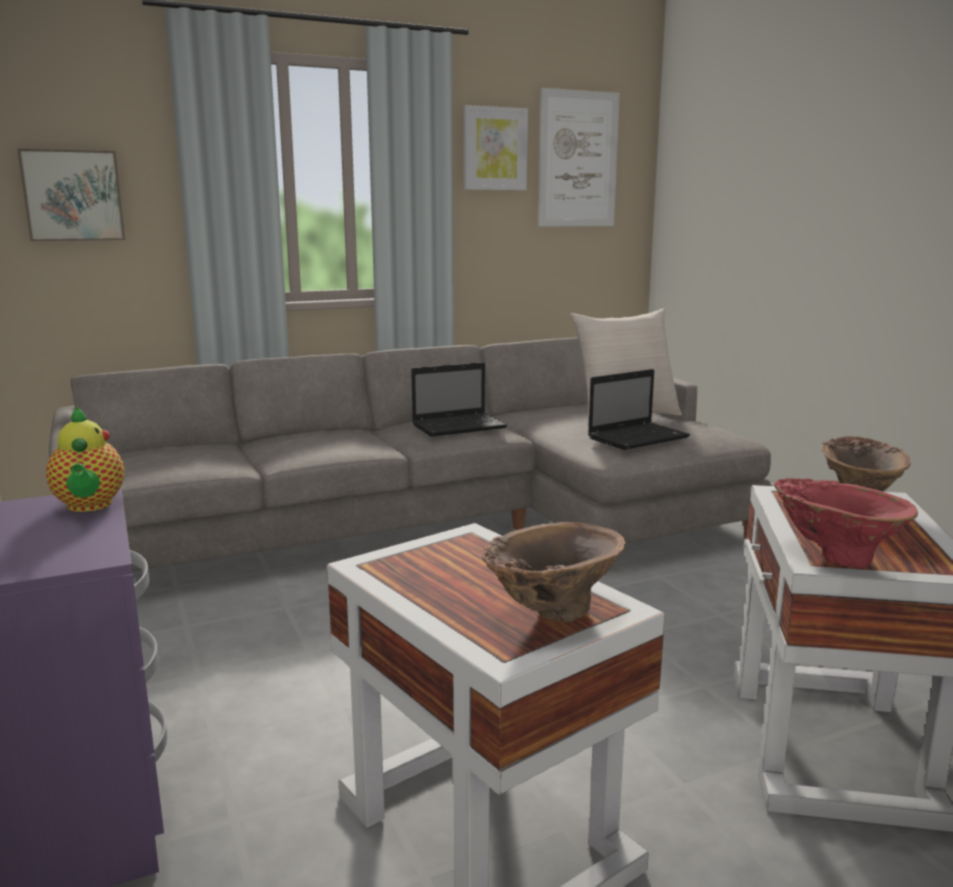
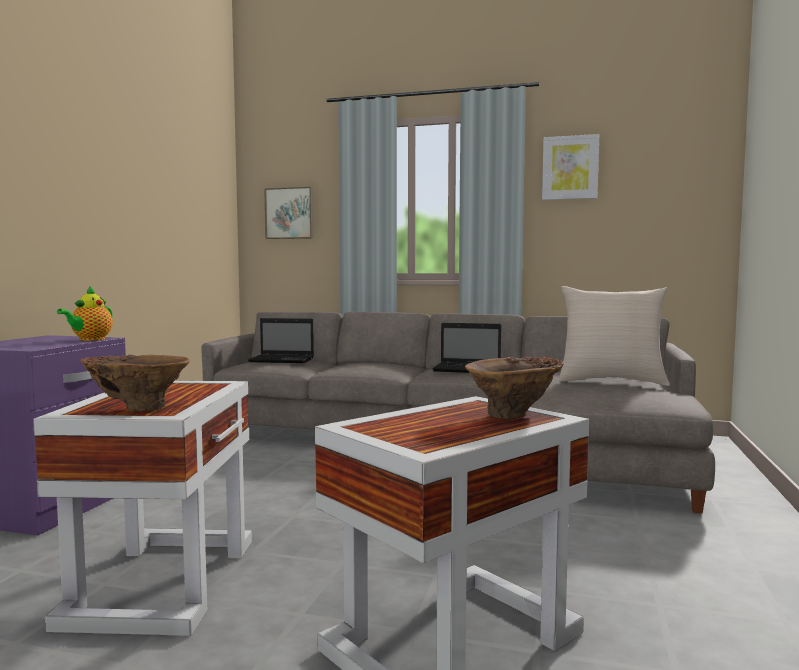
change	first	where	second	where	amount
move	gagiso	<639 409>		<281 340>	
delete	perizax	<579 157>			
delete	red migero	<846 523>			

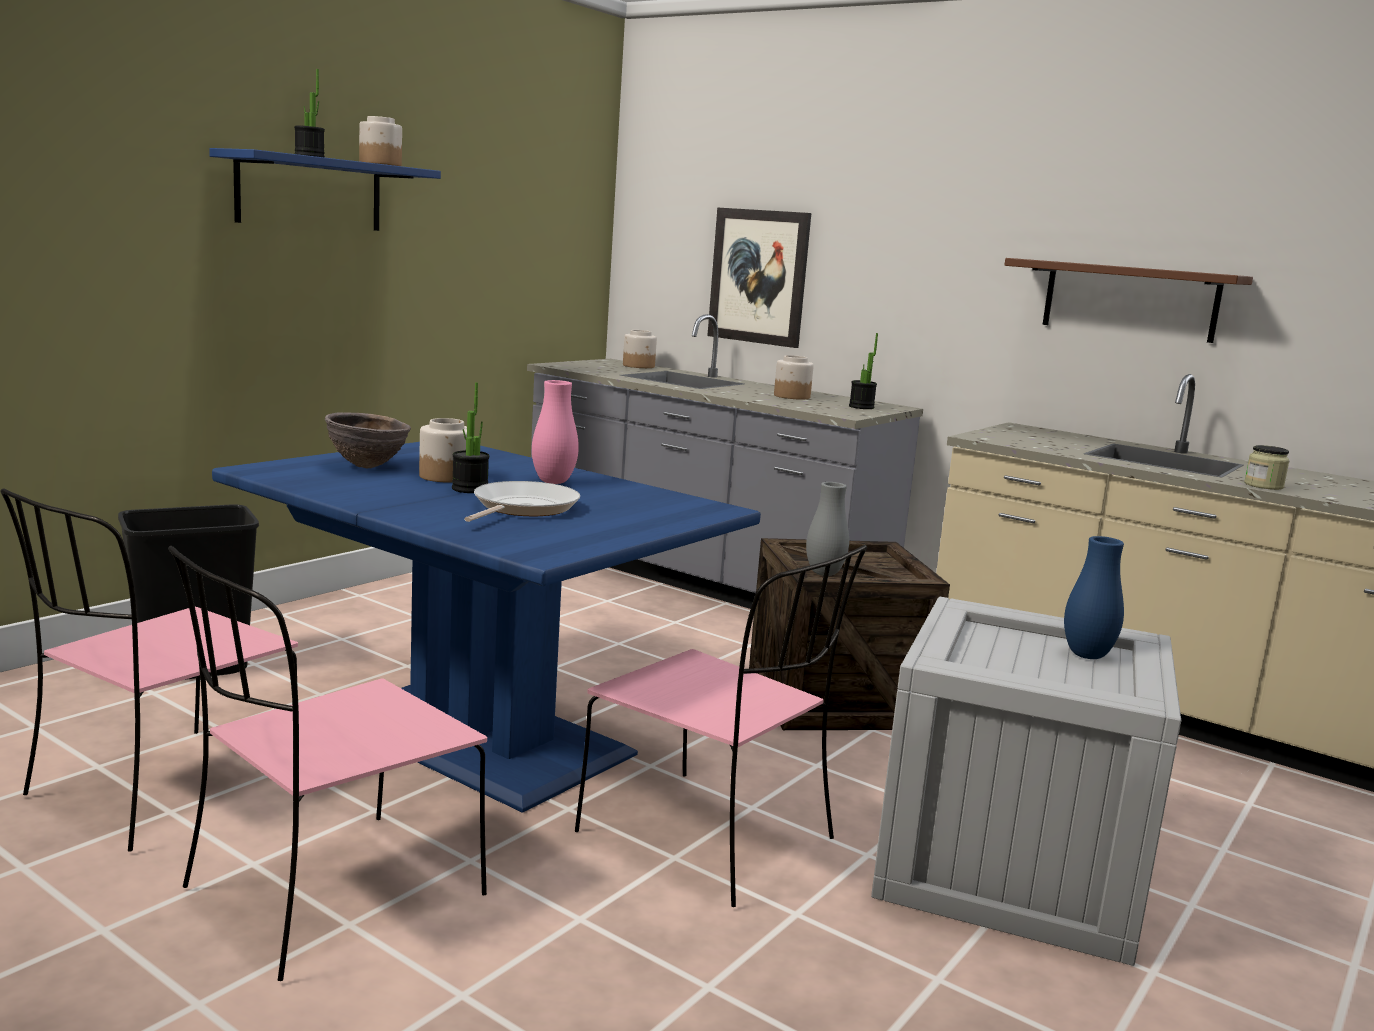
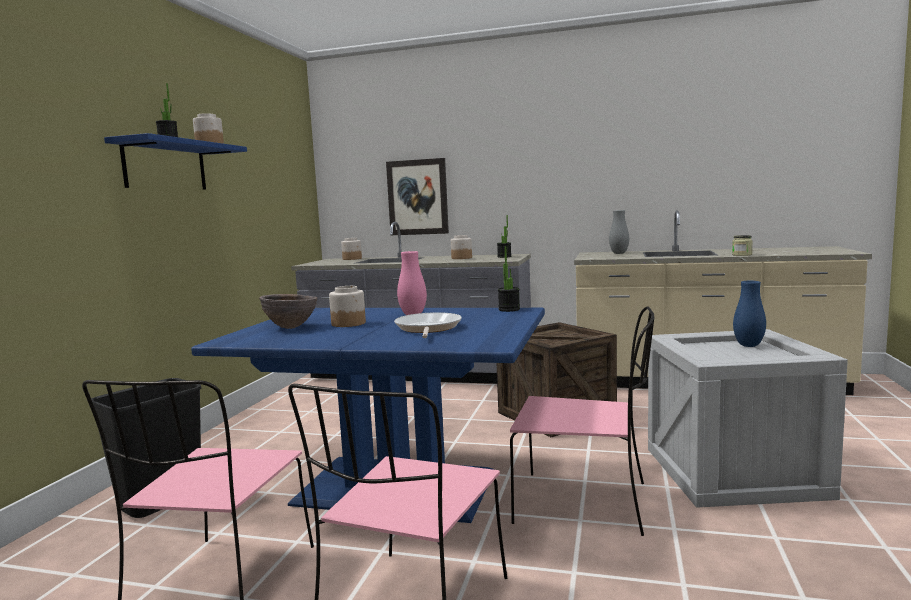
change	first	where	second	where	amount
move	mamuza	<470 437>		<509 279>	
move	grey migero	<827 529>		<619 232>	
delete	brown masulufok	<1128 300>			

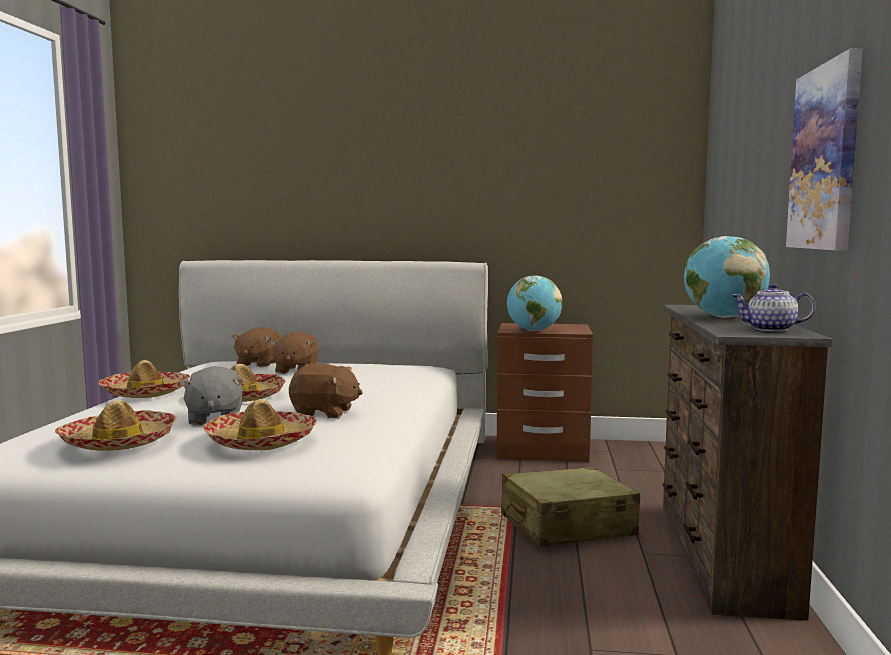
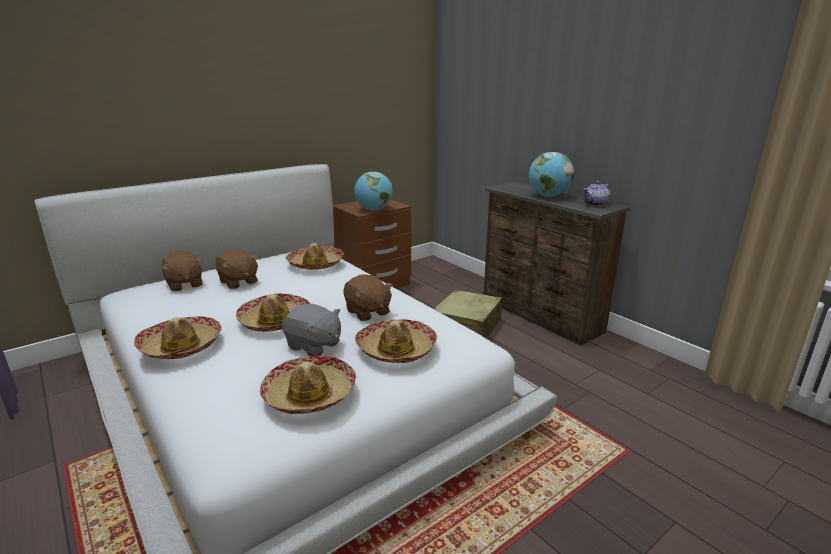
change	first	where	second	where	amount
insert			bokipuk	<314 256>	
rotate	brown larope	<326 391>		<368 297>	90 degrees clockwise
delete	perizax	<824 149>			

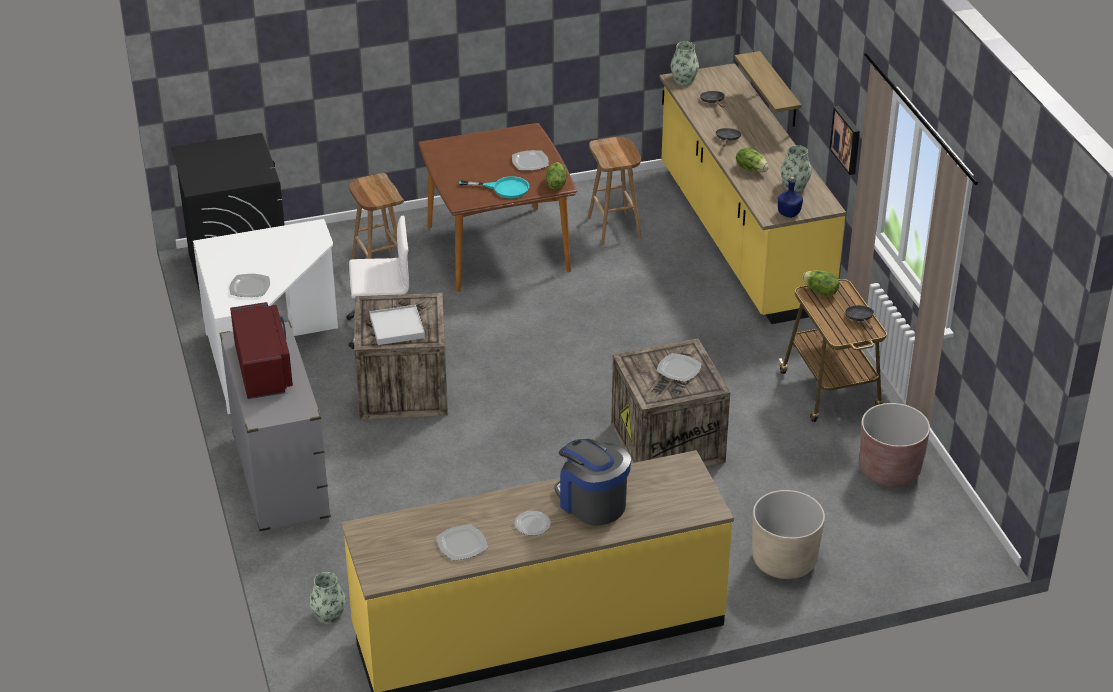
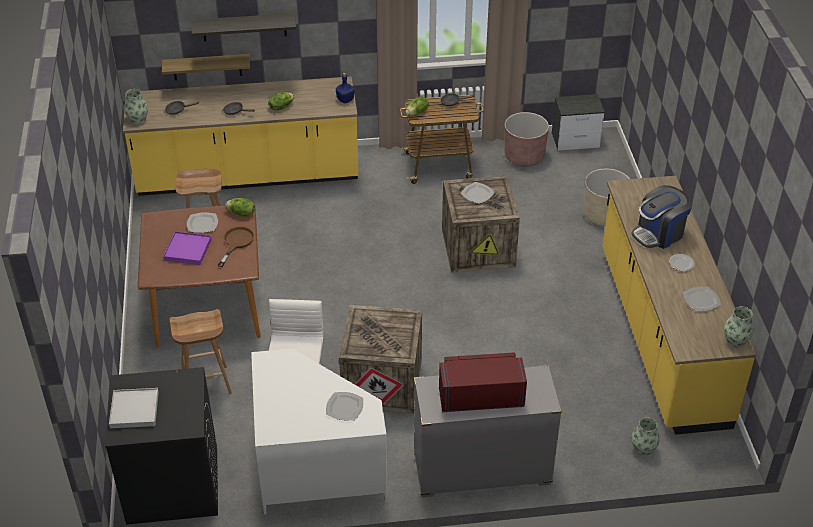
change	first	where	second	where	amount
move	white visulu	<397 325>		<134 408>	
insert			purple visulu	<187 248>	
insert			masulufok	<244 27>	
recolor	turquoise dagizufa	<494 187>	brown dagizufa	<236 246>	
insert			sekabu	<578 122>	
move	migero	<796 168>		<739 327>	
delete	perizax	<844 140>			

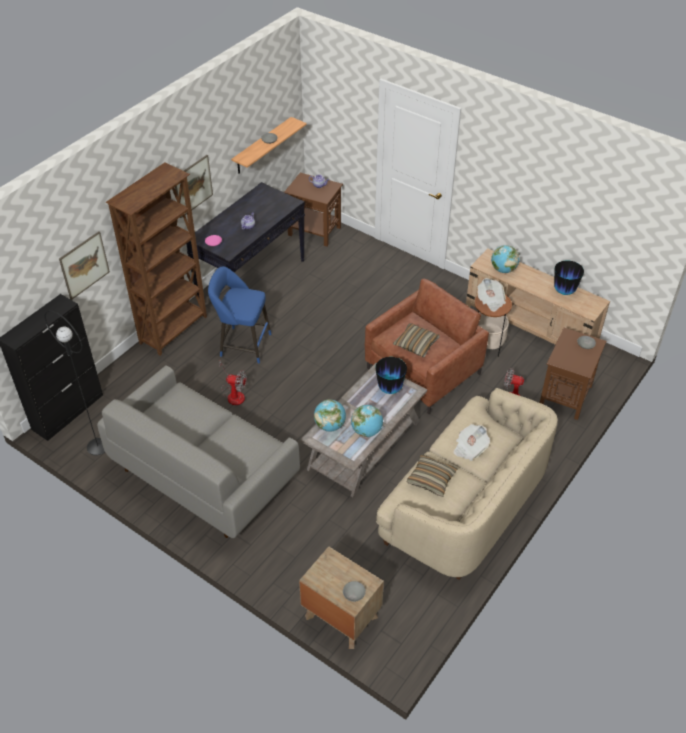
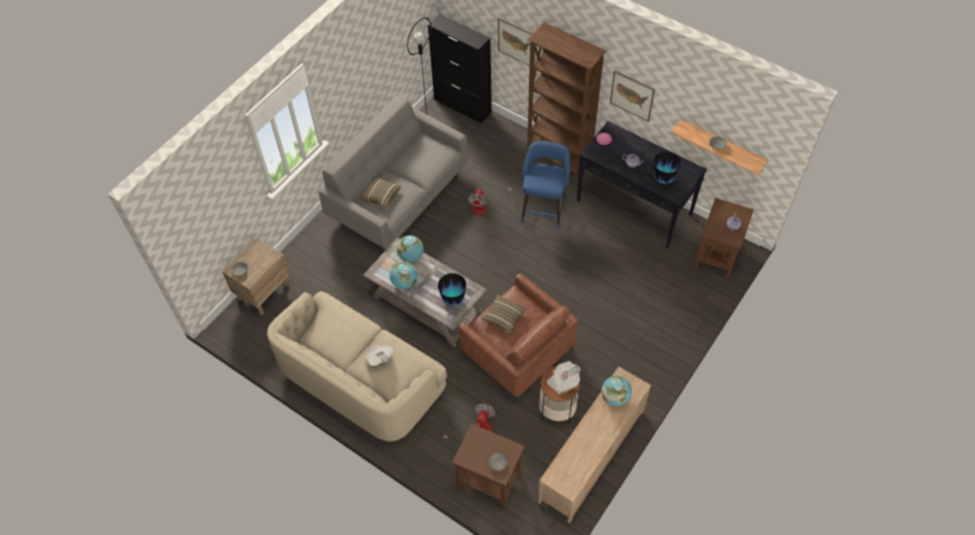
change	first	where	second	where	amount
move	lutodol	<432 475>		<380 193>	
move	migero	<569 277>		<667 167>	

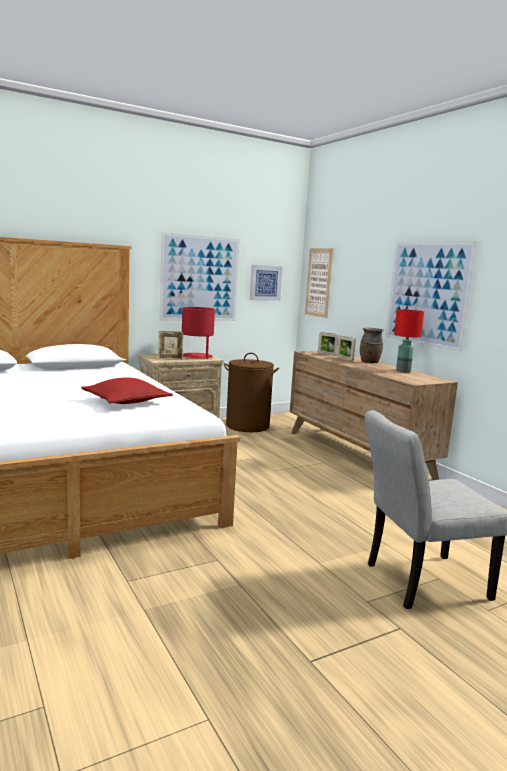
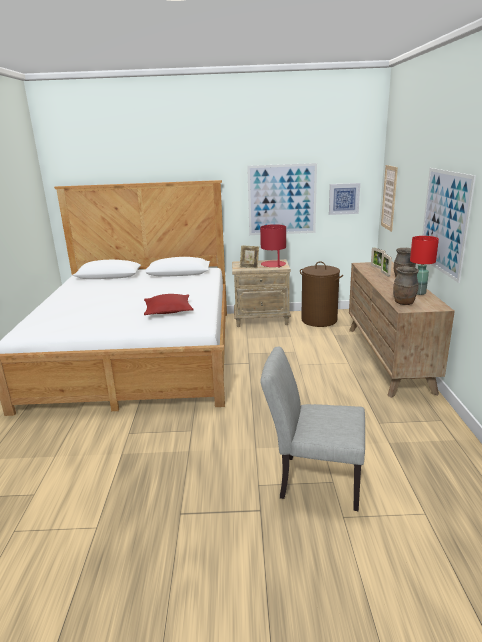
change	first	where	second	where	amount
insert			brown migero	<406 285>	

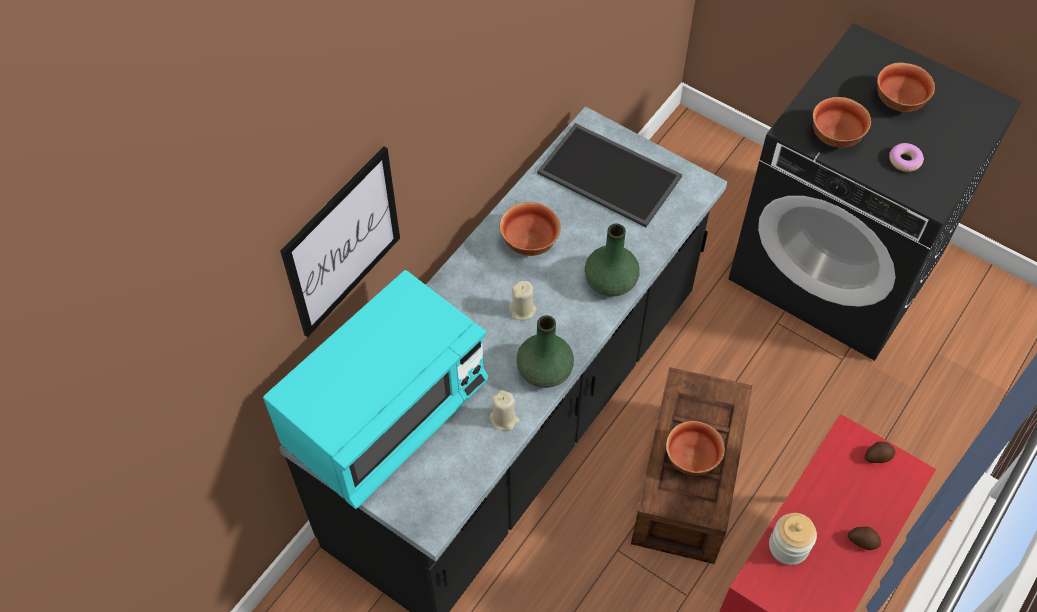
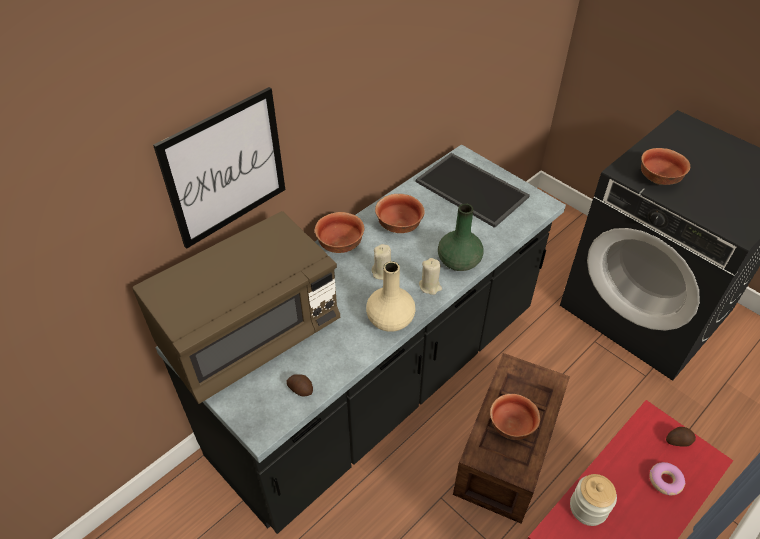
change	first	where	second	where	amount
recolor	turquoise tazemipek	<375 389>	brown tazemipek	<236 307>	
move	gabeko	<864 538>		<299 385>	
move	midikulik	<906 87>		<339 232>	
recolor	green migero	<545 351>	beige migero	<390 296>	
move	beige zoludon	<505 410>		<430 276>	
move	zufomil	<906 157>		<668 478>	

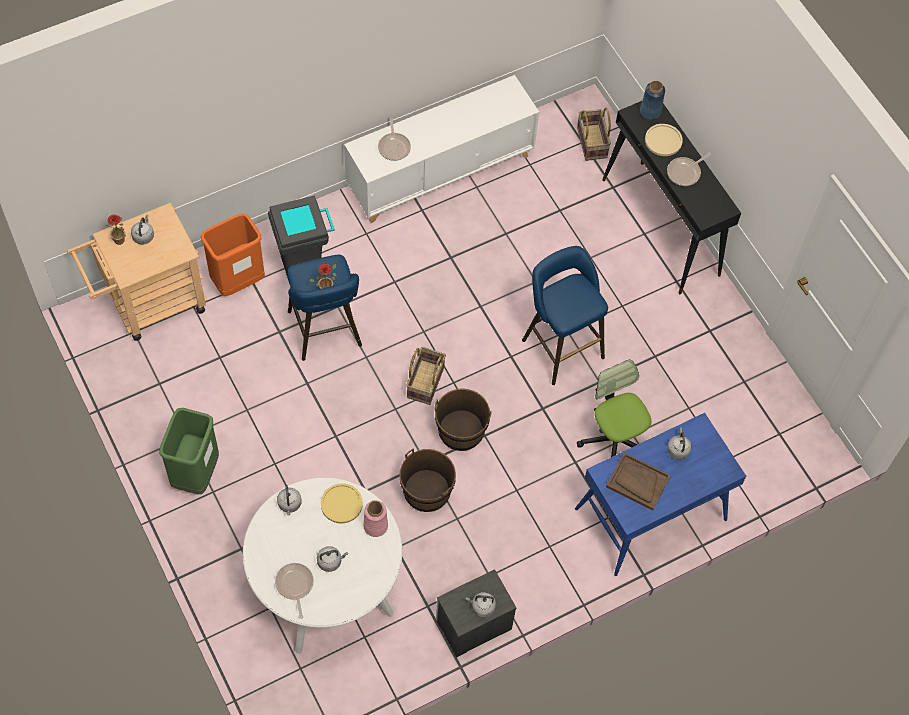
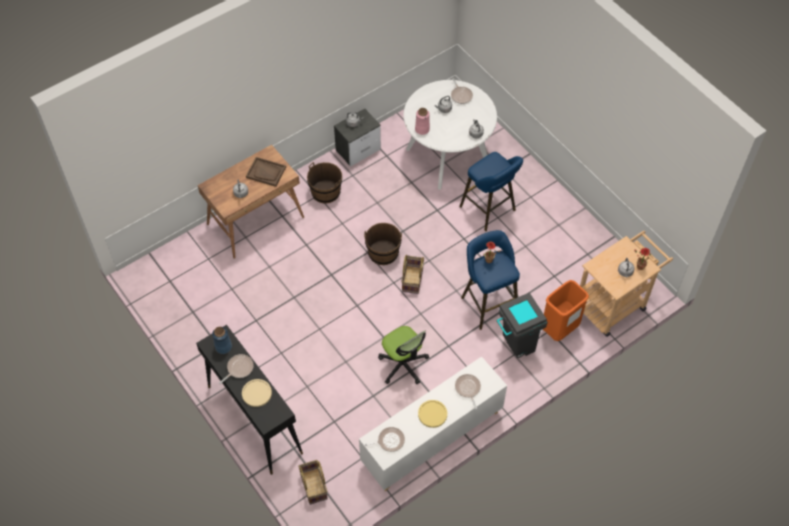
change	first	where	second	where	amount
recolor	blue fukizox	<660 494>	brown fukizox	<251 202>	
move	blue migero	<652 100>		<222 340>	
move	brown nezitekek	<427 480>		<324 182>	
insert			dagizufa	<384 439>	
move	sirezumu	<614 408>		<403 355>	
move	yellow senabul	<342 503>		<432 414>	
move	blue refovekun	<565 315>		<491 191>	
delete	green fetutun	<189 451>			

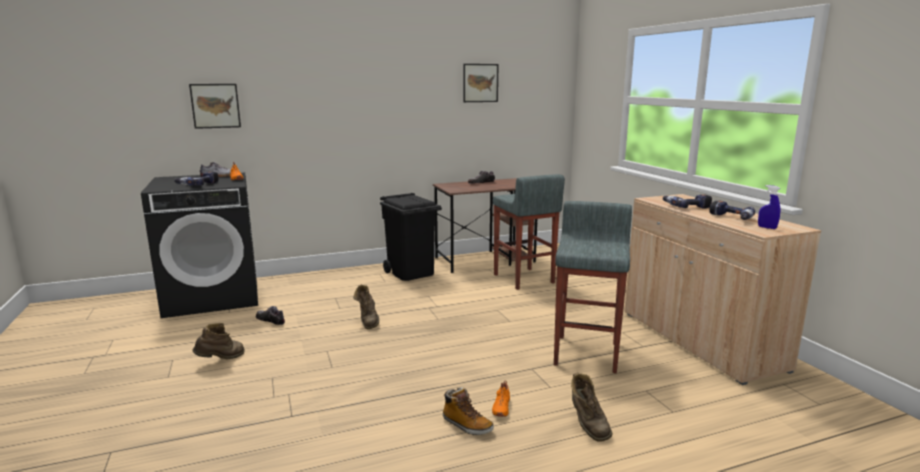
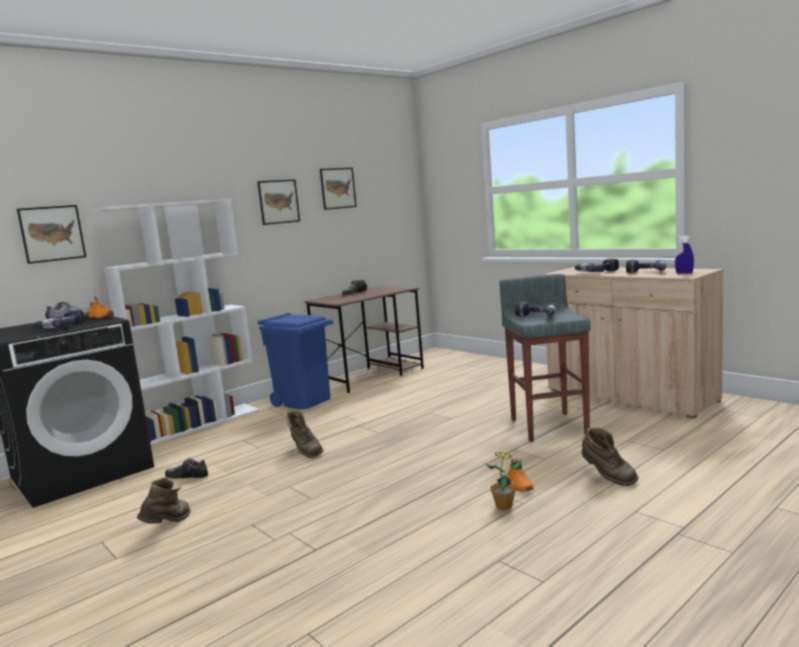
change	first	where	second	where	amount
insert			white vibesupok	<176 321>	
insert			perizax	<278 202>	
recolor	black fetutun	<411 237>	blue fetutun	<295 361>	
replace	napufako	<468 411>	mamuza	<503 481>	
insert			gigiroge	<535 309>	
delete	grey refovekun	<529 232>			

